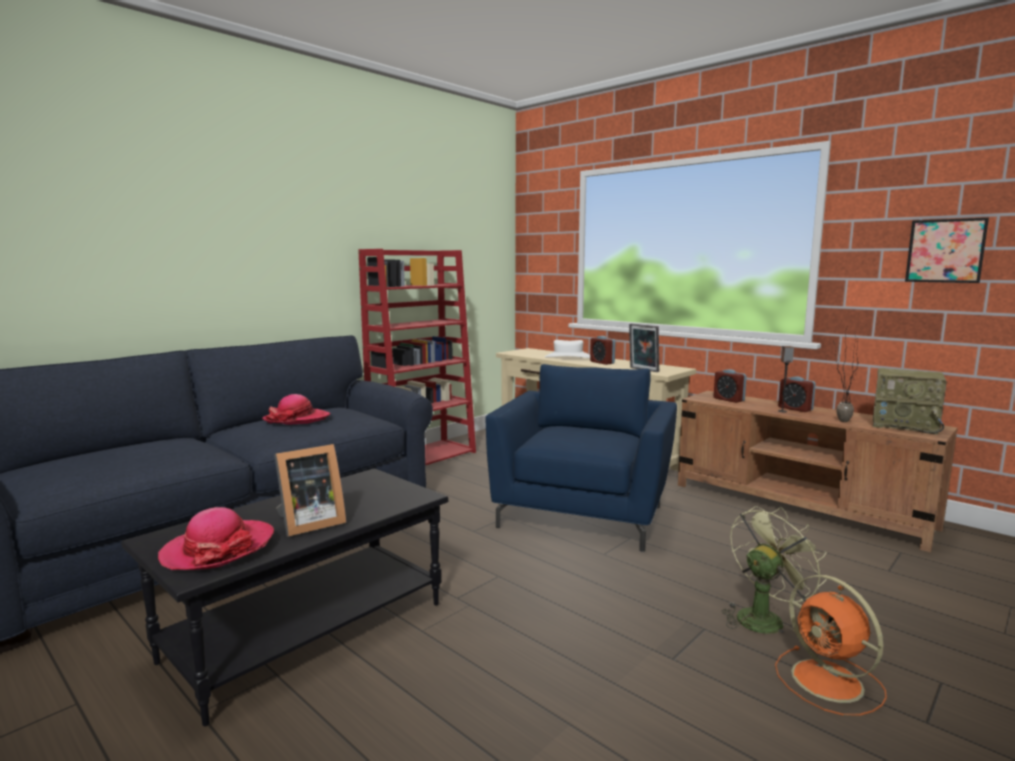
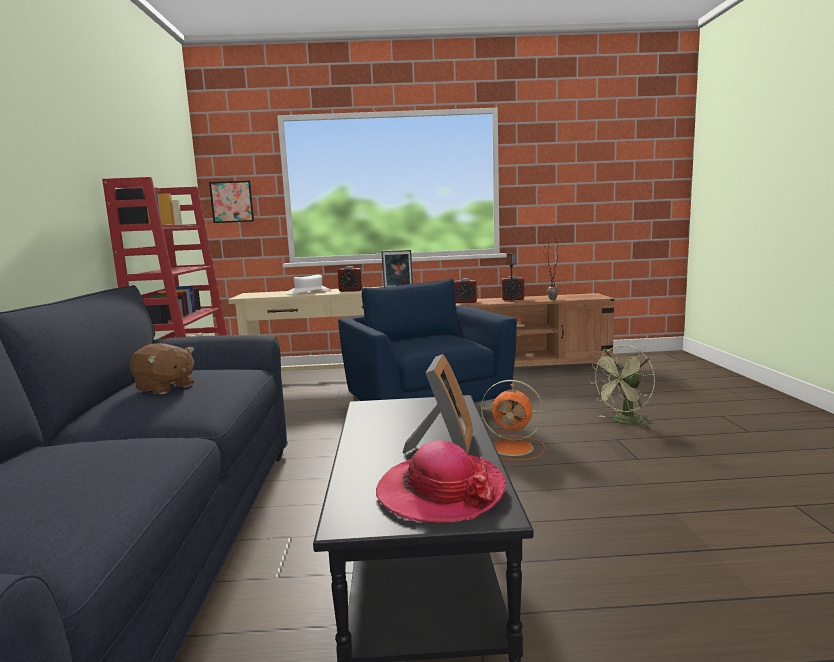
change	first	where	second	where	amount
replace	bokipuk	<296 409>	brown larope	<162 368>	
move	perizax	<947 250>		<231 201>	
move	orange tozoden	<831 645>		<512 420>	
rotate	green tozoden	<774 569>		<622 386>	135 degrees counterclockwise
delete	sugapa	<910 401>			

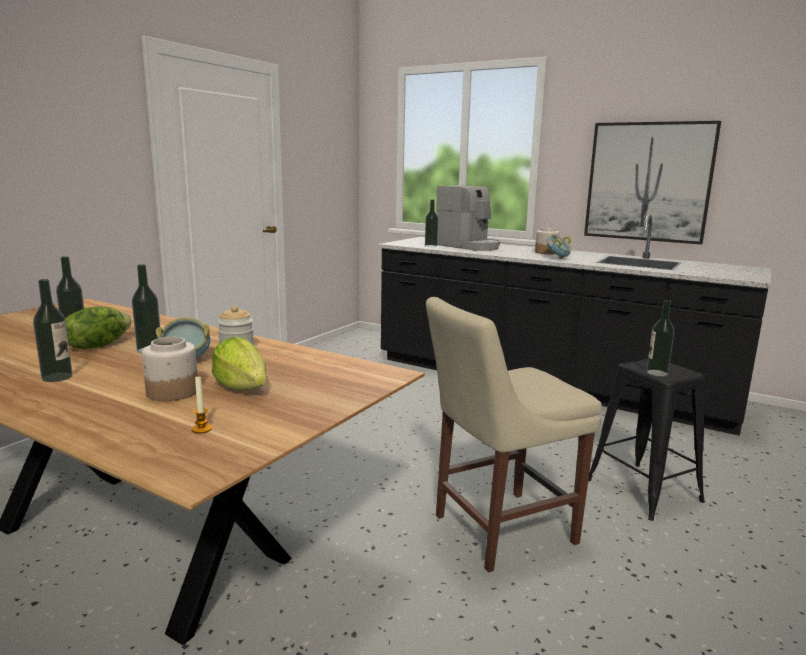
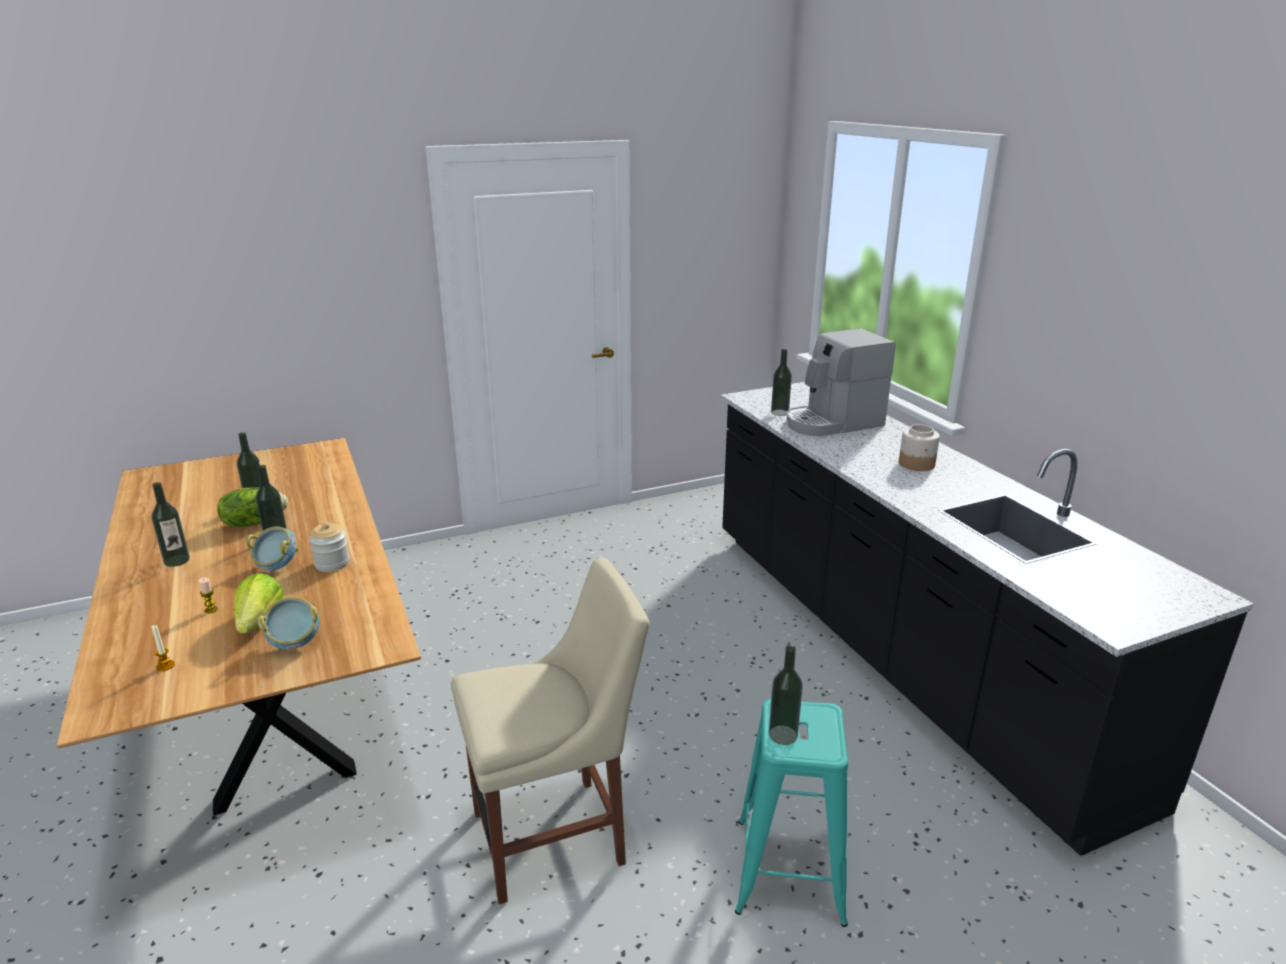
change	first	where	second	where	amount
replace	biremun	<170 369>	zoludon	<208 595>	
move	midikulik	<559 246>		<288 623>	
rotate	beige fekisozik	<514 434>		<550 731>	150 degrees clockwise
recolor	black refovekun	<646 440>	turquoise refovekun	<791 813>	
rotate	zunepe	<468 218>		<841 382>	75 degrees clockwise
delete	perizax	<652 182>			

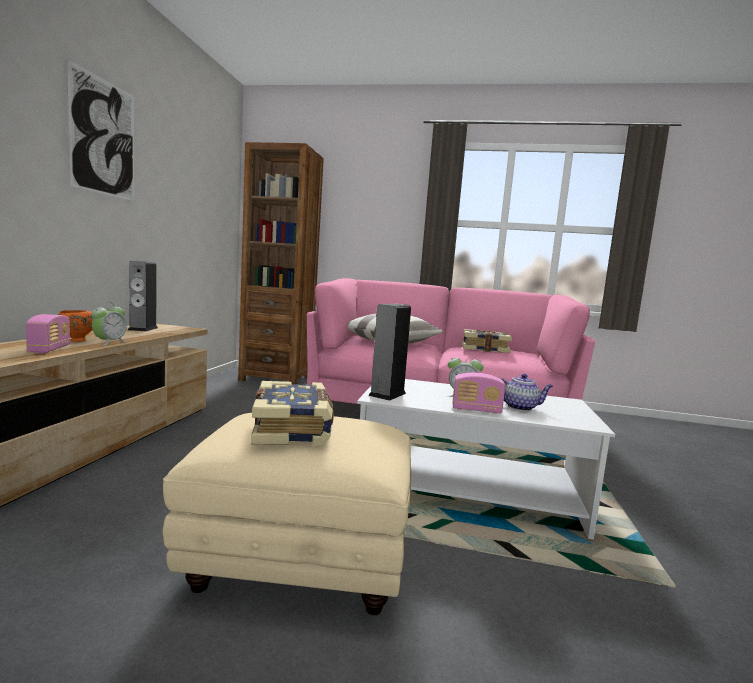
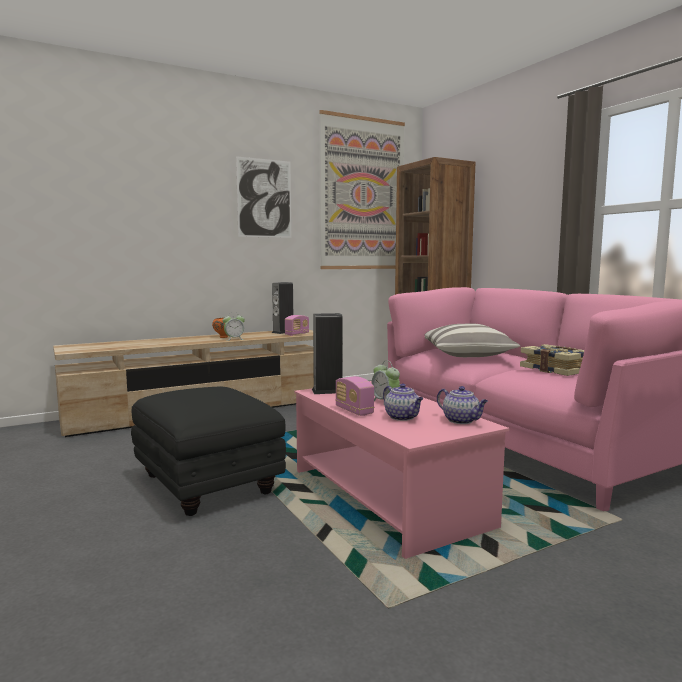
change	first	where	second	where	amount
recolor	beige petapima	<286 514>	black petapima	<208 451>	
move	sugapa	<48 333>		<297 325>	
recolor	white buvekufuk	<486 459>	pink buvekufuk	<401 470>	
insert			perizax	<362 189>	
insert			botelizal	<462 405>	
delete	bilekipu	<292 413>			

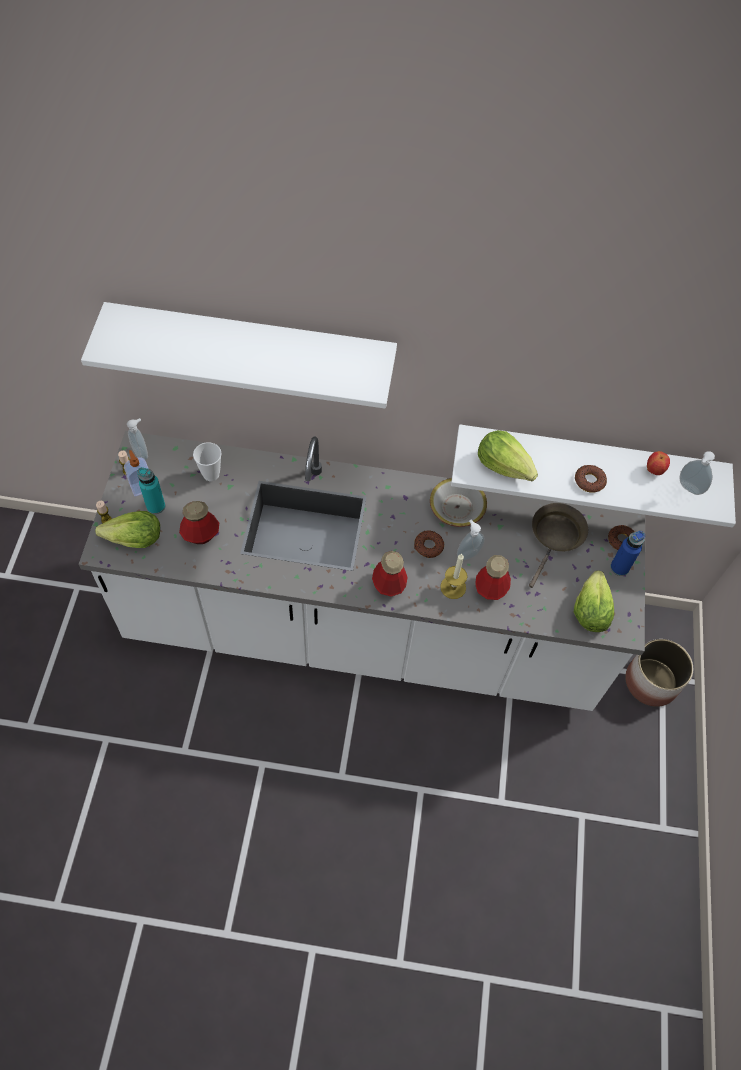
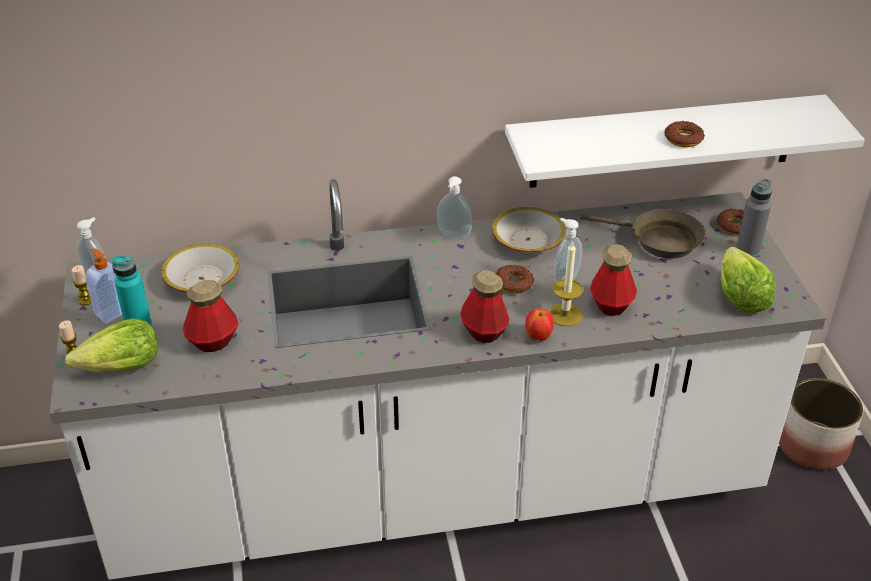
change	first	where	second	where	amount
replace	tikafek	<207 461>	midikulik	<200 268>	
move	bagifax	<697 473>		<454 208>	
move	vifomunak	<658 463>		<539 325>	
rotate	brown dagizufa	<558 545>		<642 234>	105 degrees clockwise
recolor	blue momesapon	<627 553>	grey momesapon	<754 218>	
delete	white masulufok	<239 355>			
delete	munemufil	<508 455>			

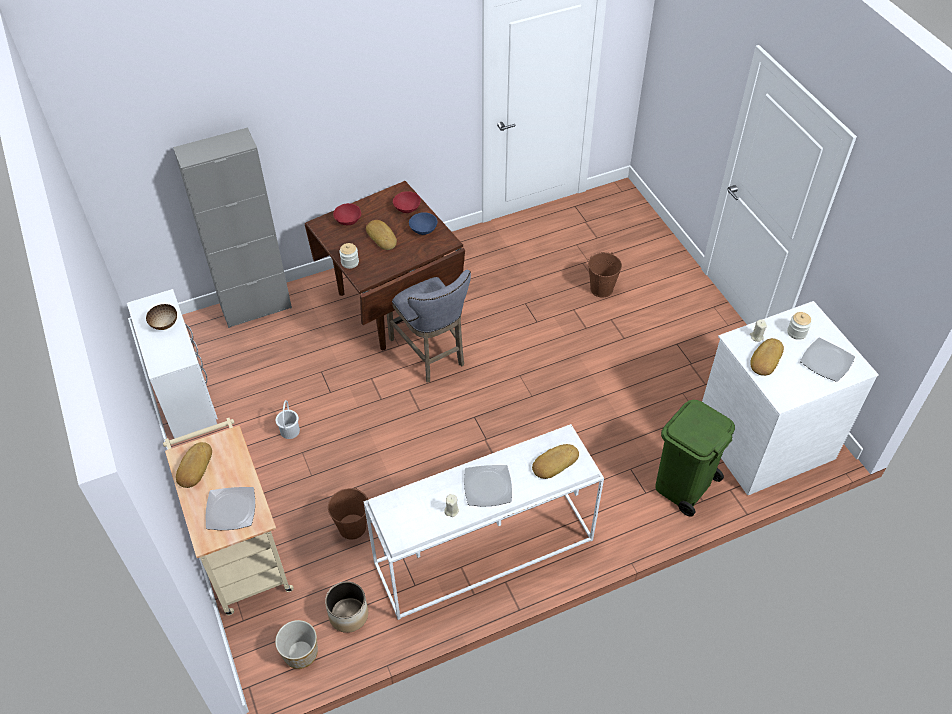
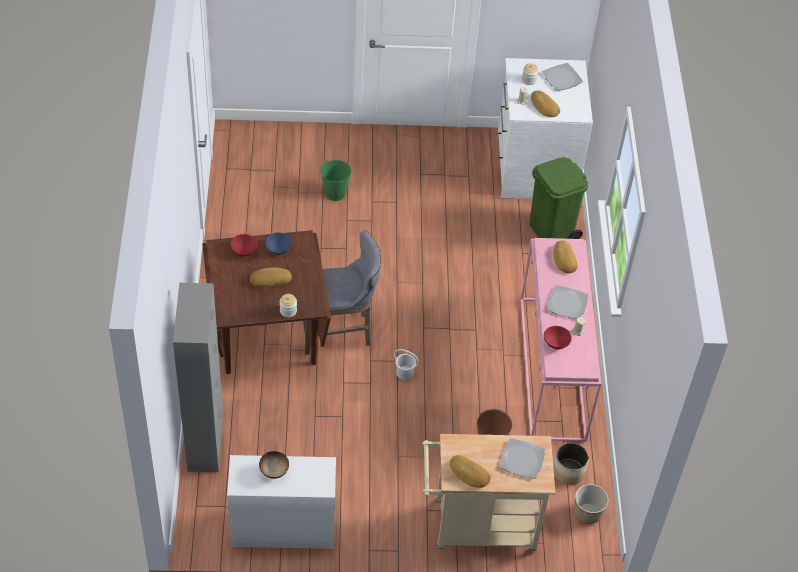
change	first	where	second	where	amount
recolor	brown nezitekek	<605 275>	green nezitekek	<336 180>	
move	white nezitekek	<287 419>		<406 364>	
recolor	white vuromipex	<484 522>	pink vuromipex	<560 340>	
move	red midikulik	<347 214>		<558 337>	

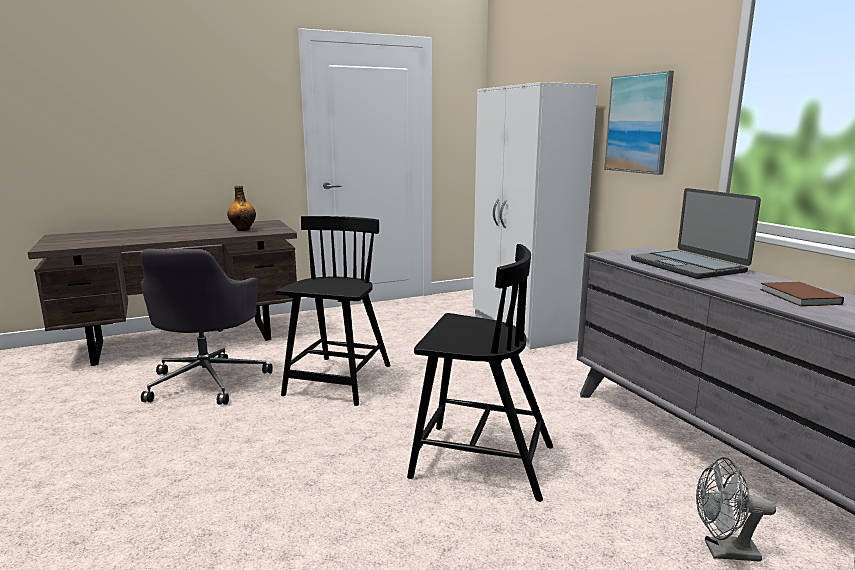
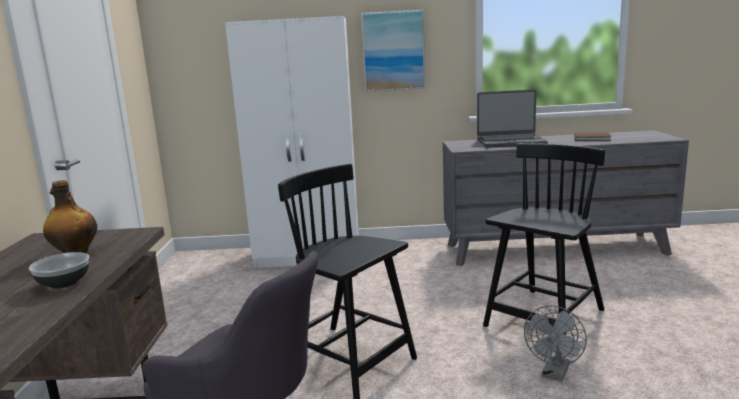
change	first	where	second	where	amount
insert			midikulik	<59 270>	
move	grey tozoden	<736 509>		<555 343>	

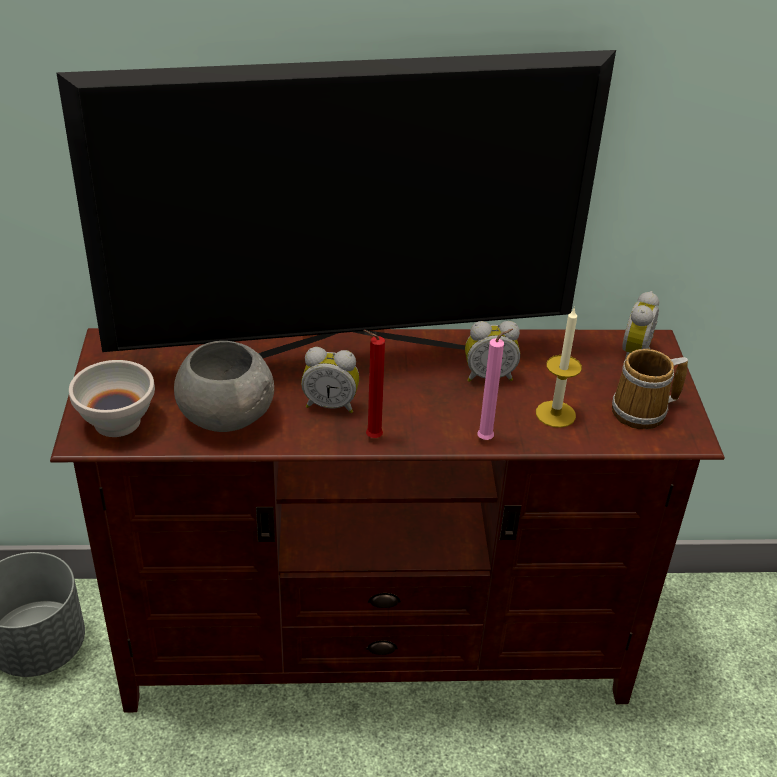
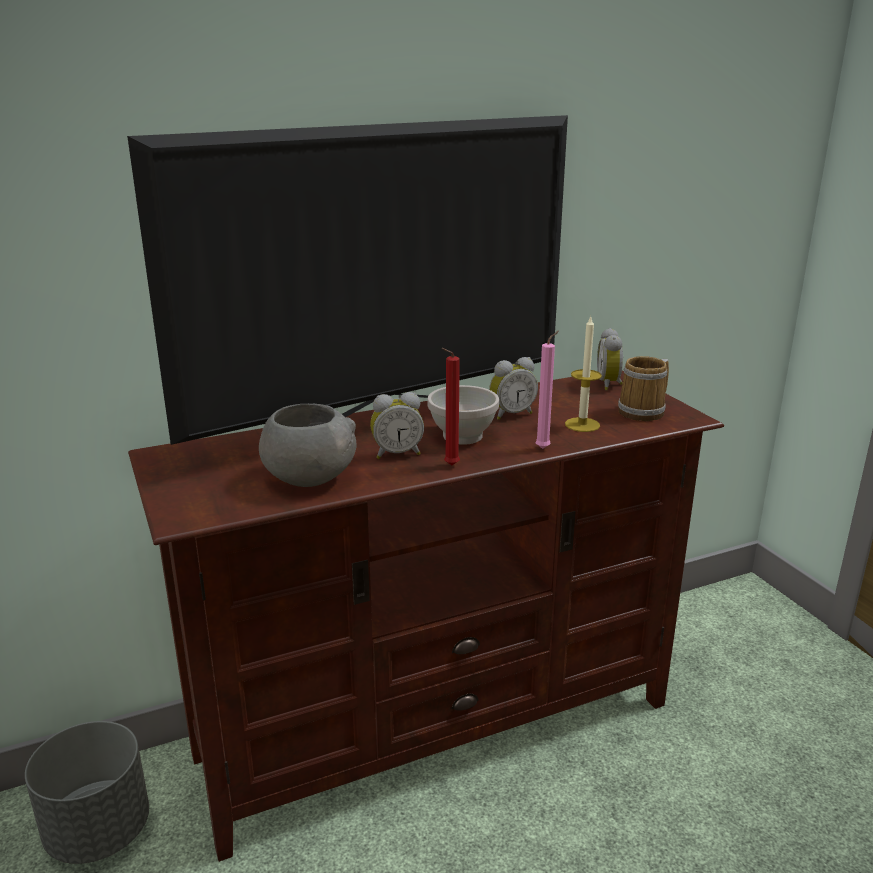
change	first	where	second	where	amount
move	white midikulik	<112 398>		<463 415>	

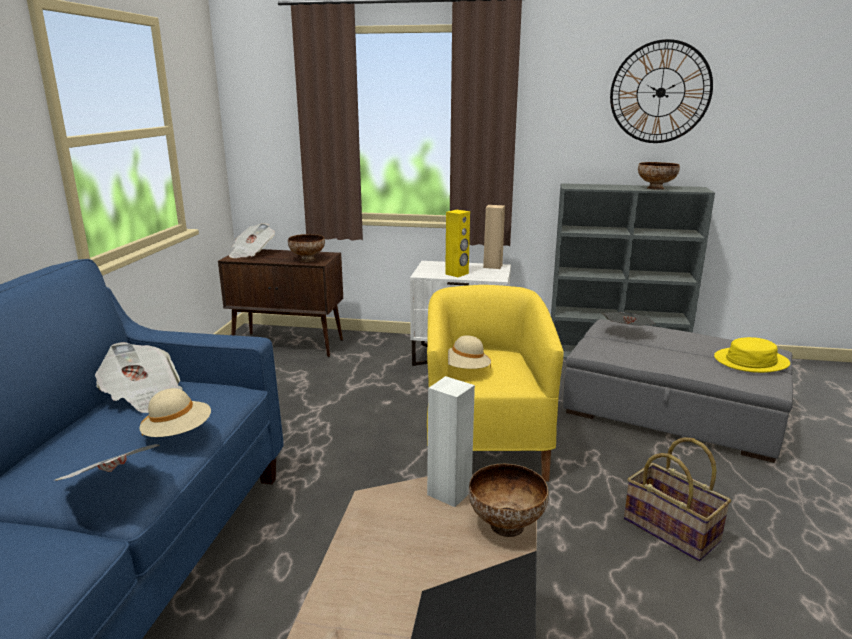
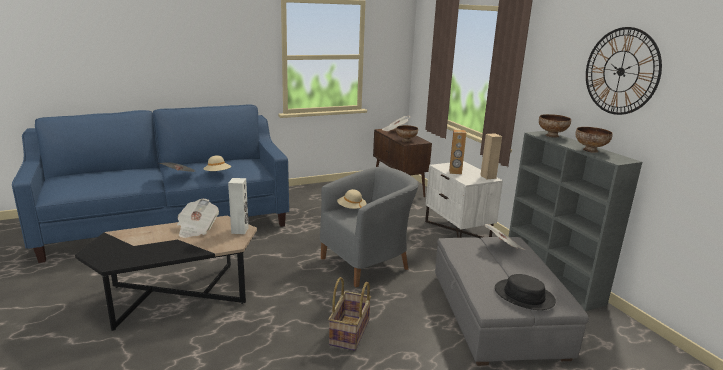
change	first	where	second	where	amount
move	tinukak	<139 377>		<198 218>	
recolor	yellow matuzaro	<495 383>	grey matuzaro	<369 226>	
recolor	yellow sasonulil	<457 243>	brown sasonulil	<457 152>	
recolor	yellow bokipuk	<752 355>	black bokipuk	<525 292>	
move	midikulik	<509 500>		<555 126>	

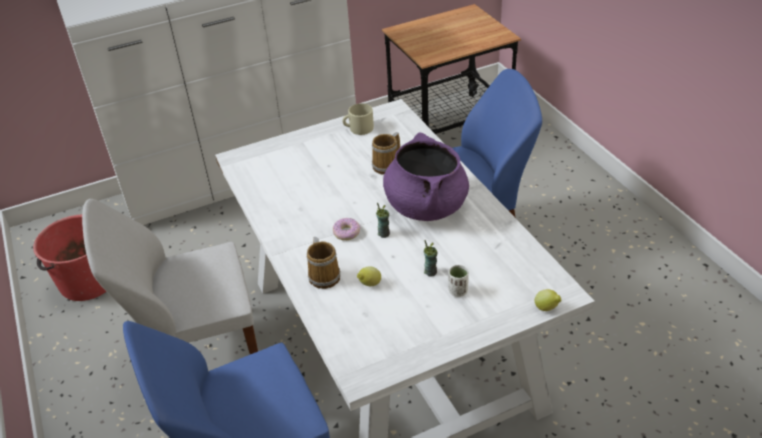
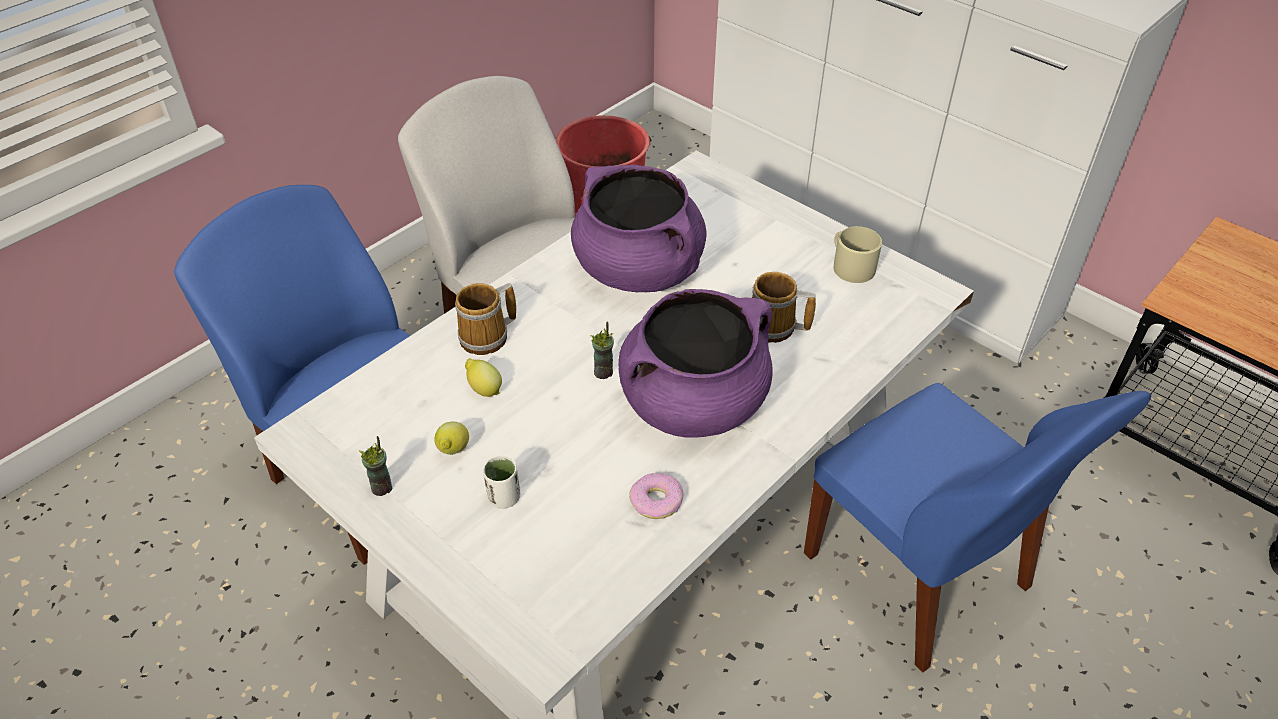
change	first	where	second	where	amount
move	tikafek	<430 258>		<375 466>	
move	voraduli	<548 300>		<451 438>	
insert			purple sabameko	<638 229>	
move	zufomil	<346 229>		<656 496>	

